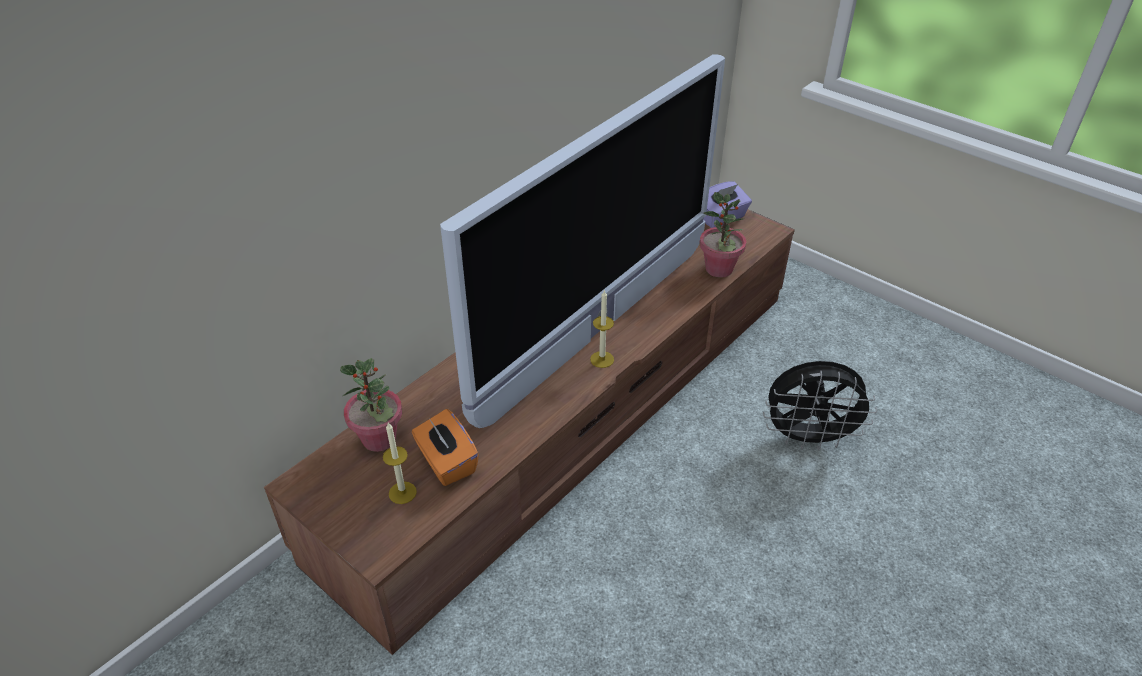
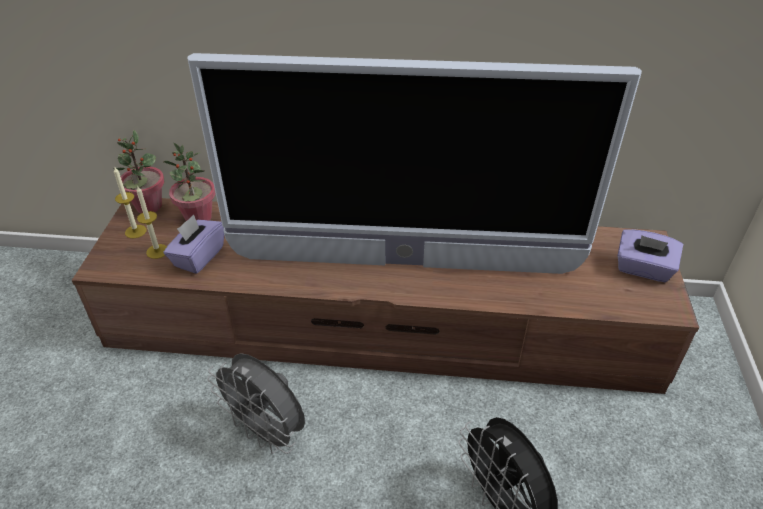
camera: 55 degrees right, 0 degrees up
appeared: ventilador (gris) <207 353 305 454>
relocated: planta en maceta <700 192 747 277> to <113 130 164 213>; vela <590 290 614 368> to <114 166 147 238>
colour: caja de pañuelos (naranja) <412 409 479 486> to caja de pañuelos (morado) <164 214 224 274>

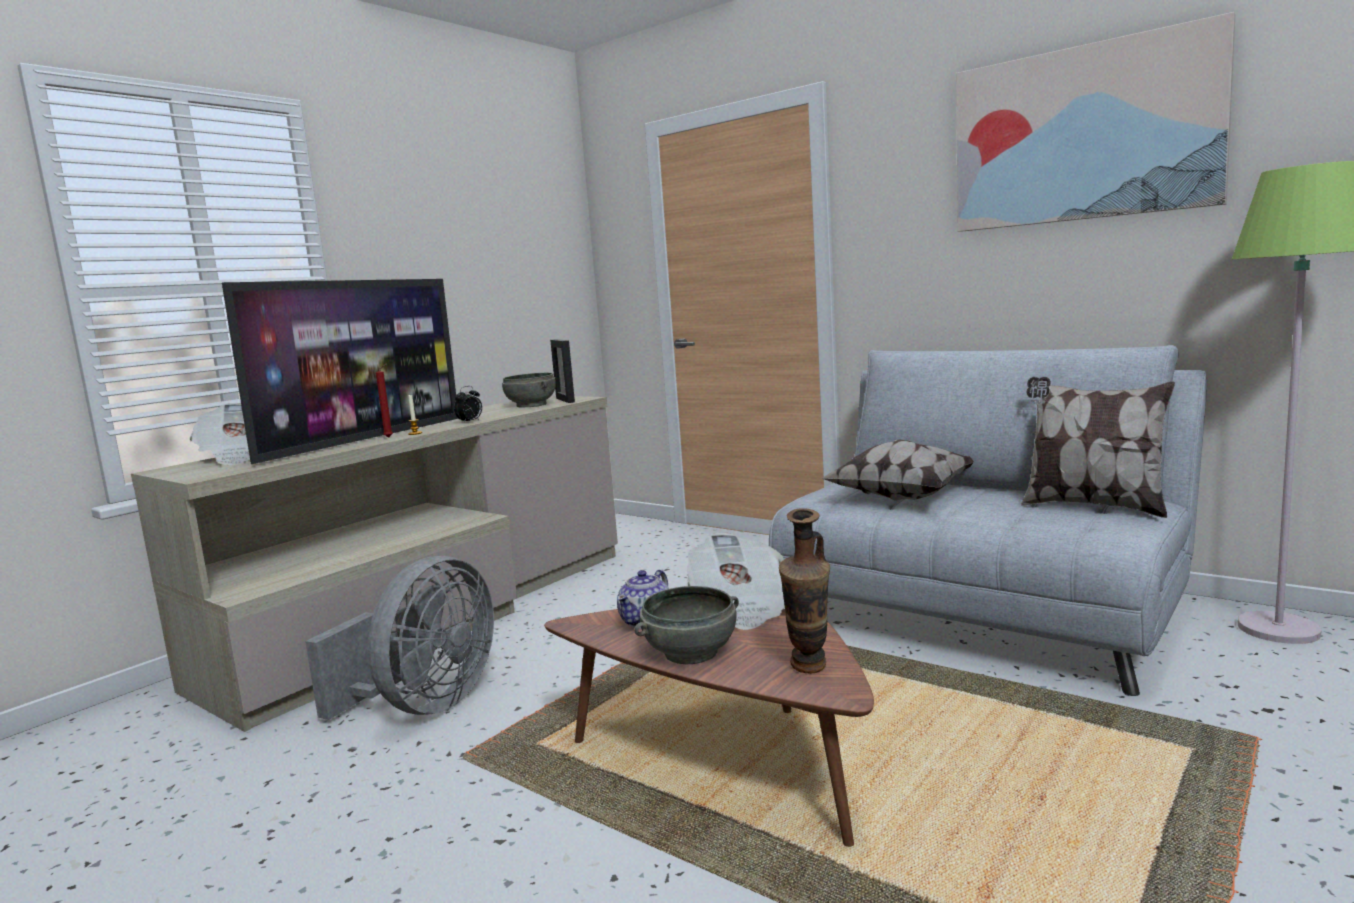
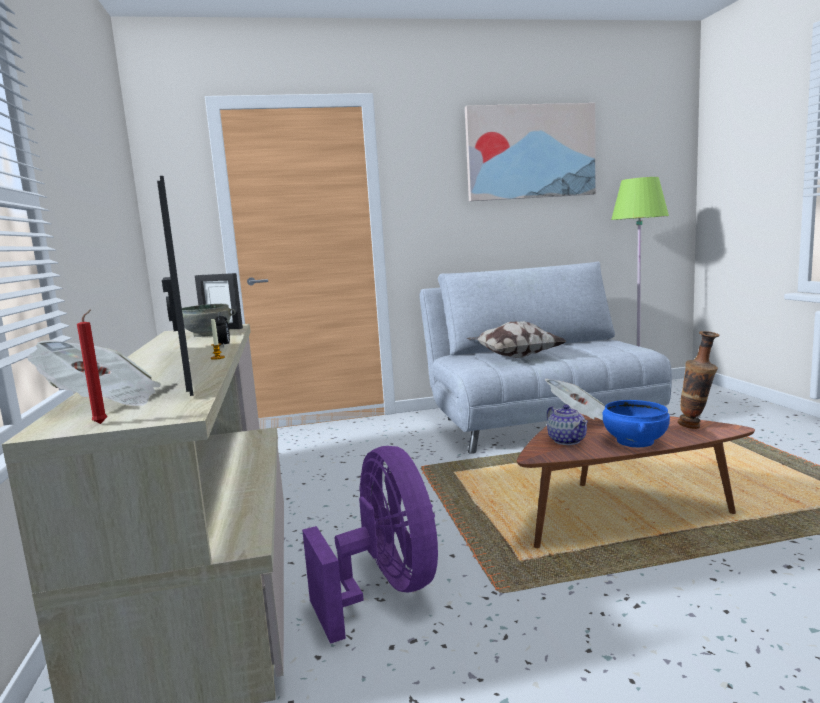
camera: 50 degrees left, 0 degrees up
missing: cojín <1021 377 1175 518>
relocated: vela (rojo) <376 364 393 438> to <77 310 107 424>
colour: ventilador (gris) <305 556 494 720> to ventilador (morado) <302 446 438 644>; cuenco (gris) <634 586 739 664> to cuenco (azul) <603 400 670 447>

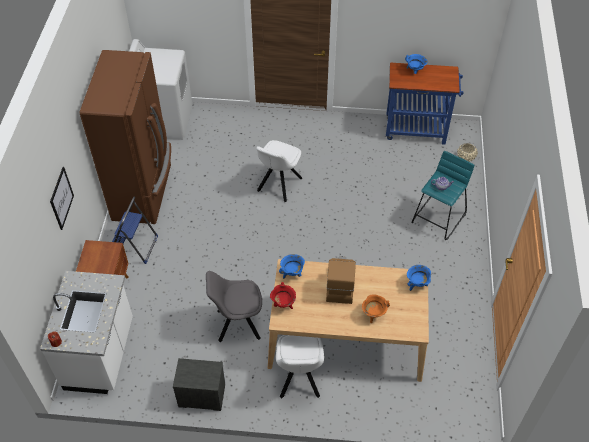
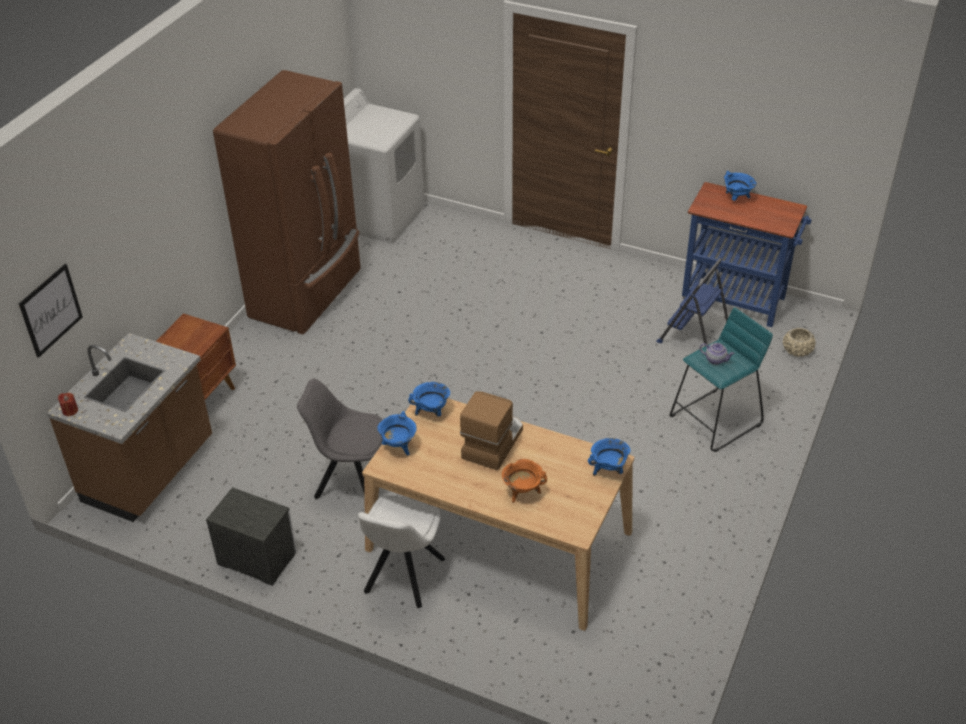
camera: 20 degrees right, 10 degrees down
missing: silla (blanco) <256 140 302 202>
relocated: cuadro <50 167 74 230> to <19 264 83 358>; escalera de tijera (azul) <112 197 158 264> to <656 258 728 344>
colour: mueble bajo de cocina (blanco) <40 271 133 394> to mueble bajo de cocina (marrón) <47 333 212 522>; olla (rojo) <270 282 296 309> to olla (azul) <377 411 416 455>

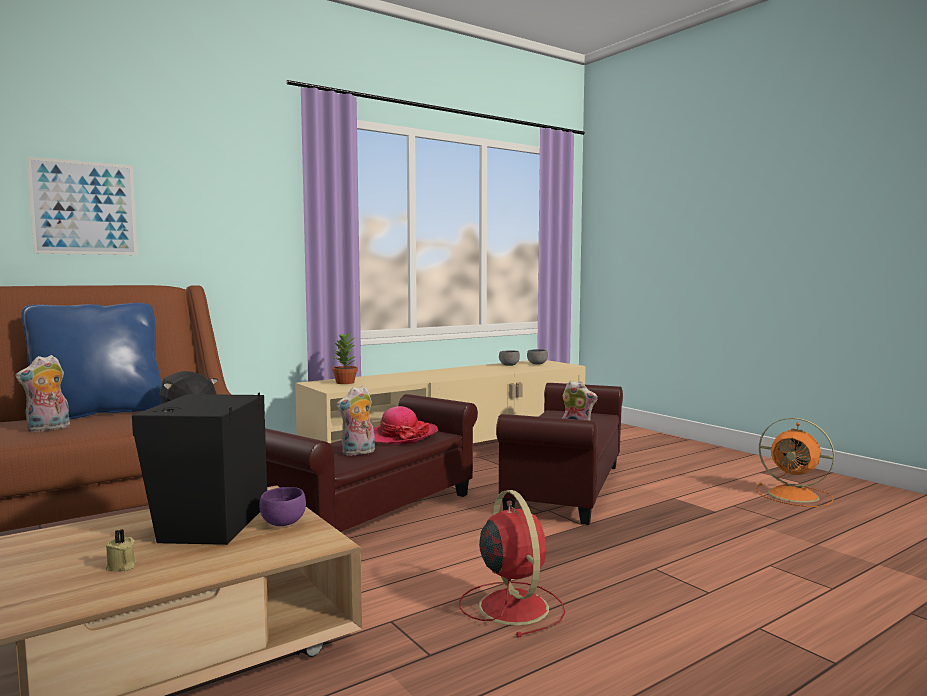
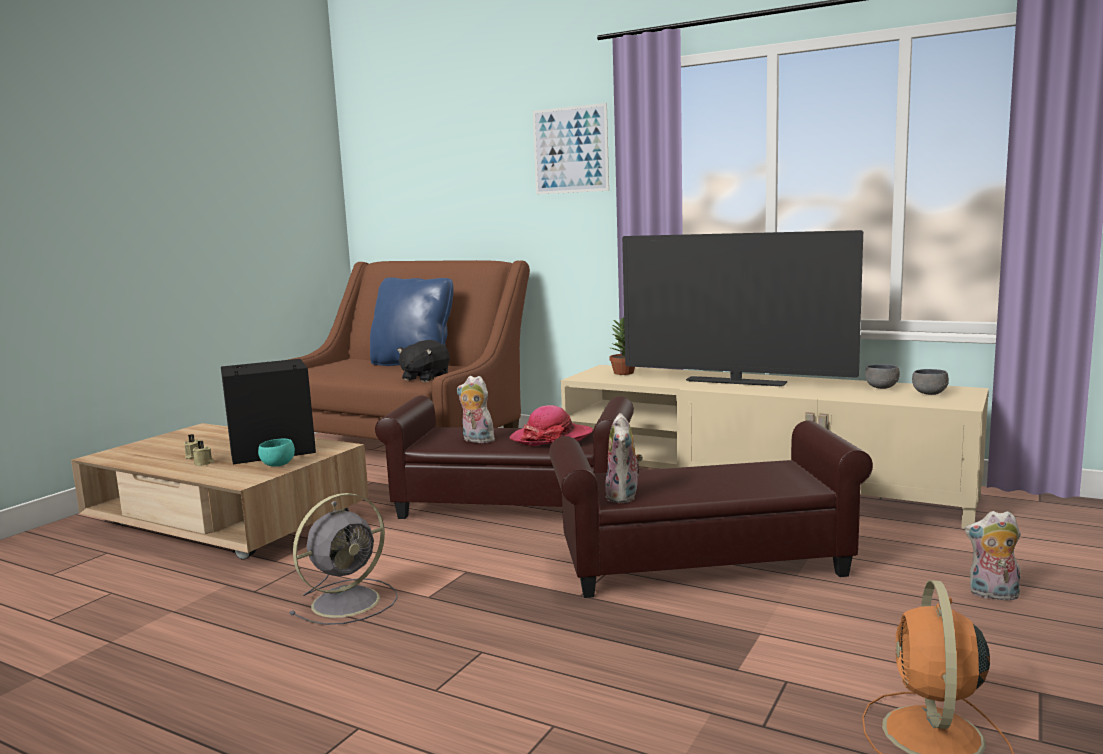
camera: 65 degrees right, 5 degrees up
appeared: vela (beis) <193 441 214 466>; televisor <622 230 863 386>
relocated: cuadro <27 156 137 255> to <533 103 609 195>; peluche <15 355 70 432> to <965 511 1021 600>
colour: cuenco (morado) <259 487 306 526> to cuenco (turquesa) <258 439 295 467>; ventilador (rojo) <459 490 565 638> to ventilador (gris) <289 493 398 625>

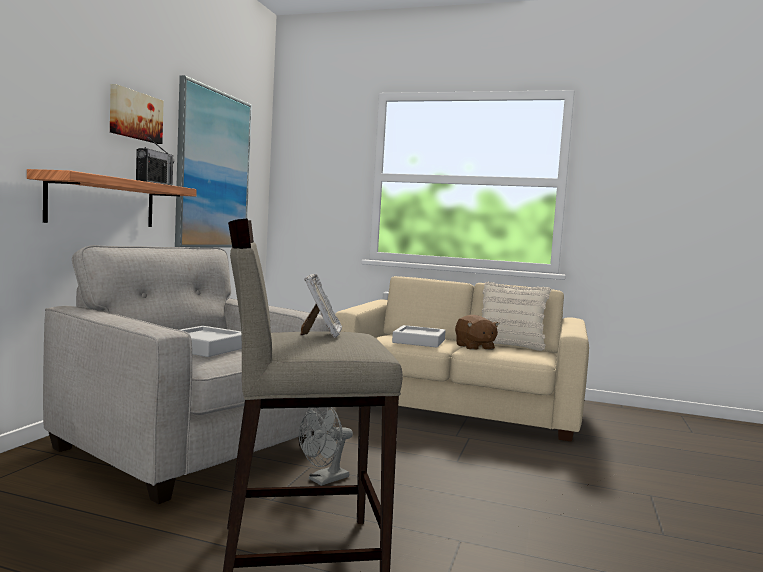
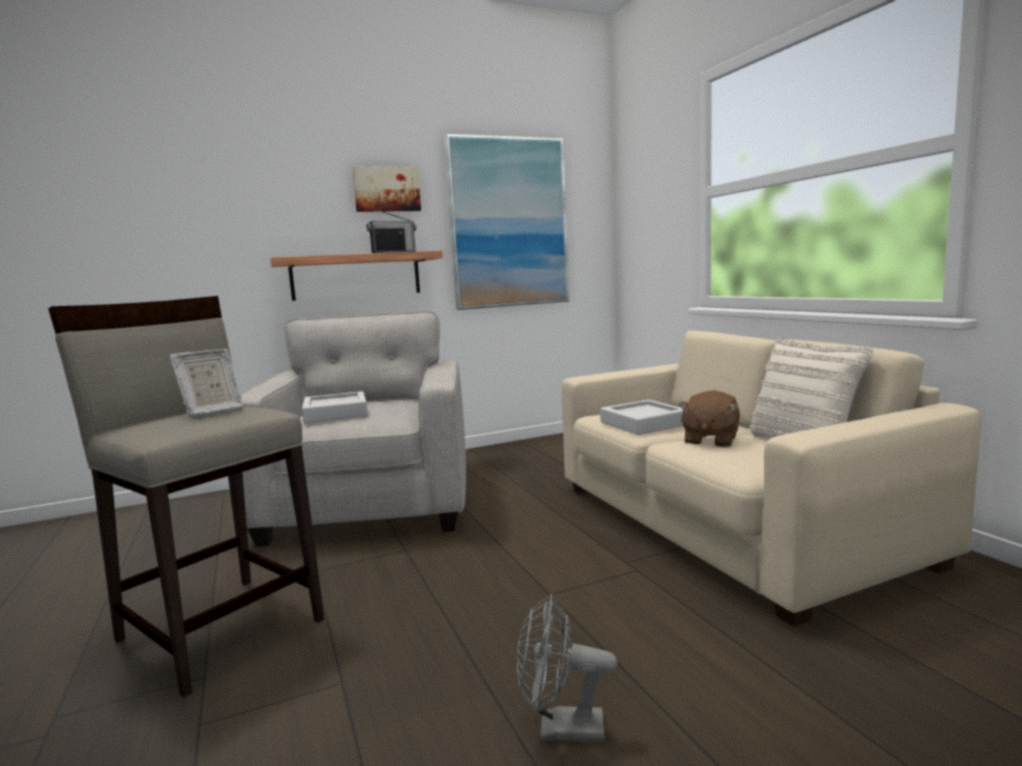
camera: 50 degrees right, 5 degrees up
relocated: ventilador (gris) <299 407 353 486> to <516 594 617 742>

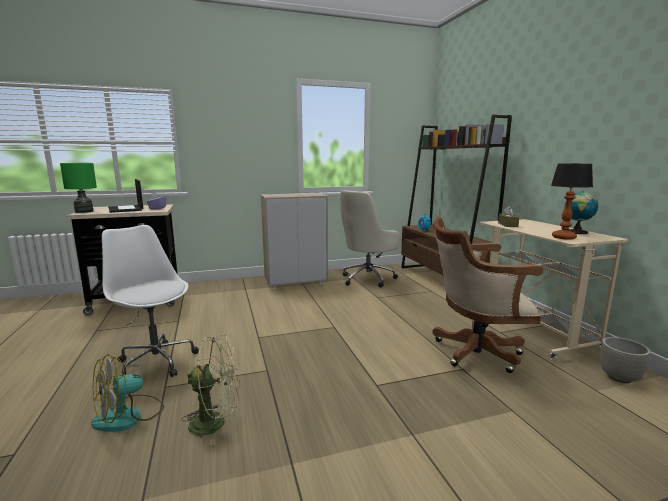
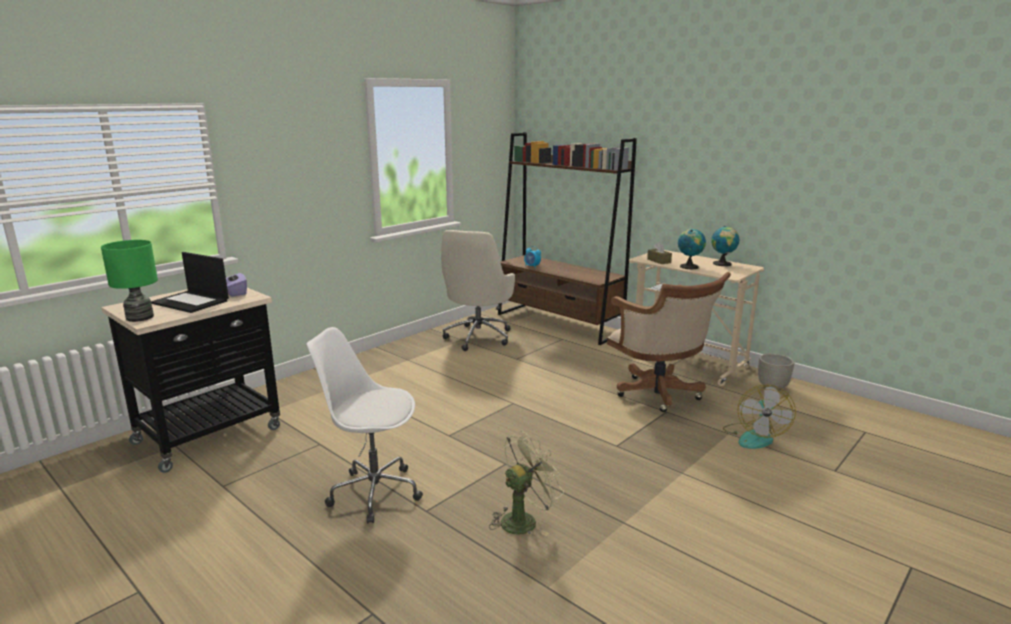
camera: 30 degrees left, 5 degrees up
missing: armario (beis) <261 193 328 289>; lámpara de mesa <551 164 593 240>
appeared: globo terráqueo <678 229 706 269>
relocated: ventilador <91 354 164 432> to <723 385 796 449>
spun: silla de oficina <432 216 543 373> = <607 272 731 412> 90 degrees counterclockwise

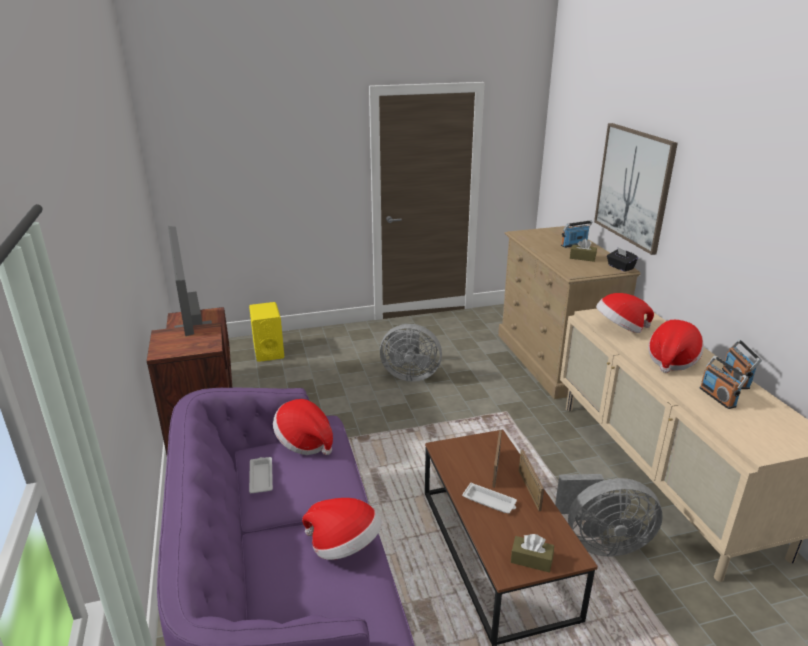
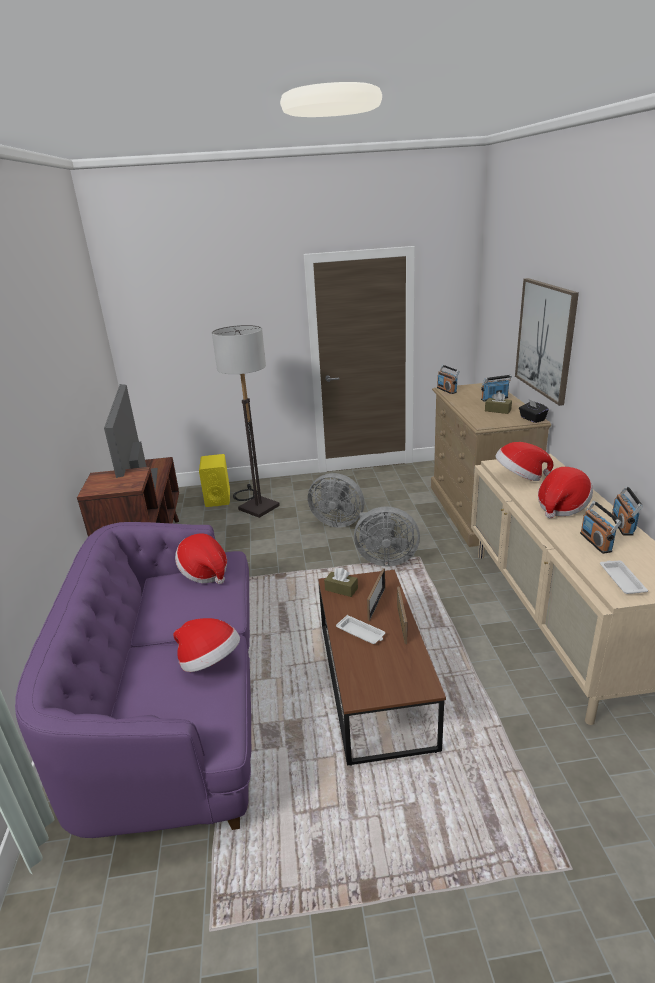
camera: 10 degrees right, 0 degrees up
appeared: lámpara de pie <212 325 280 518>; radio <437 365 460 394>
relocated: caja de pañuelos (marrón) <511 534 554 573> to <324 568 358 597>; ventilador (gris) <555 474 663 557> to <354 506 420 567>; bandeja (blanco) <249 457 273 493> to <600 560 648 594>

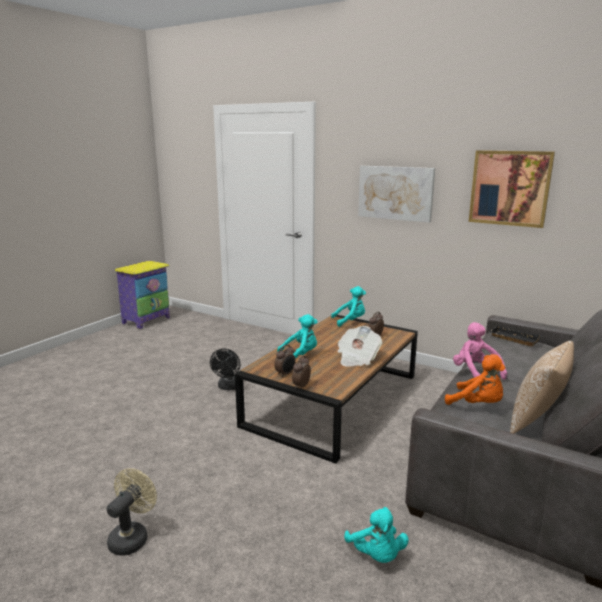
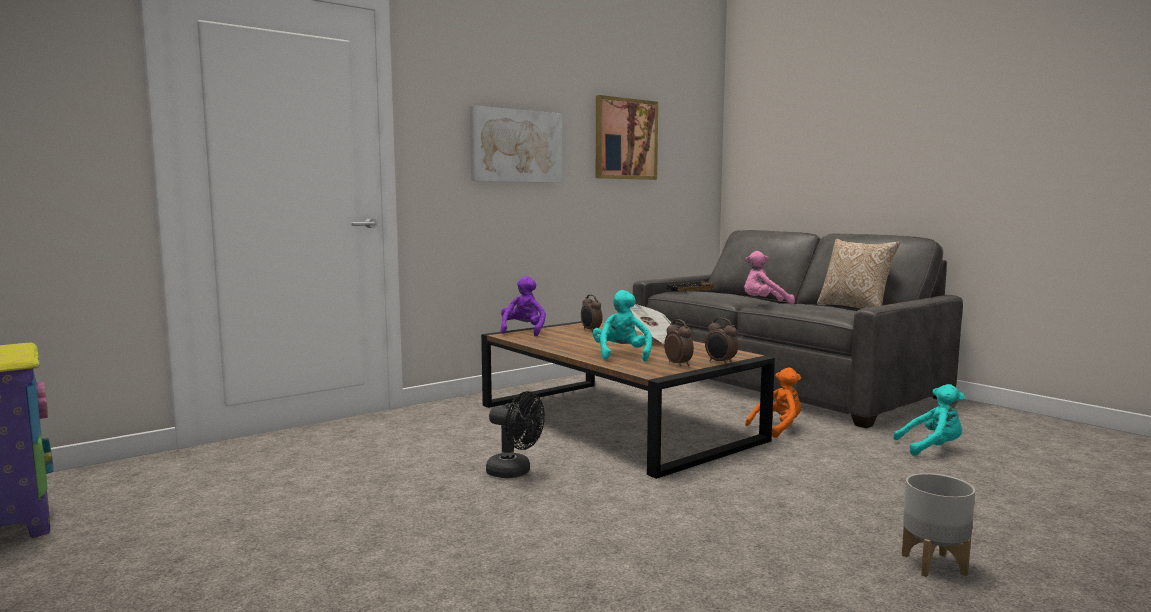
camera: 70 degrees left, 10 degrees down
relocated: peluche (naranja) <445 354 505 405> to <745 368 801 438>
exchanged: ventilador (beis) <107 468 157 555> to maceta (gris) <902 473 975 577>
colour: peluche (turquesa) <331 286 366 327> to peluche (morado) <501 276 546 336>

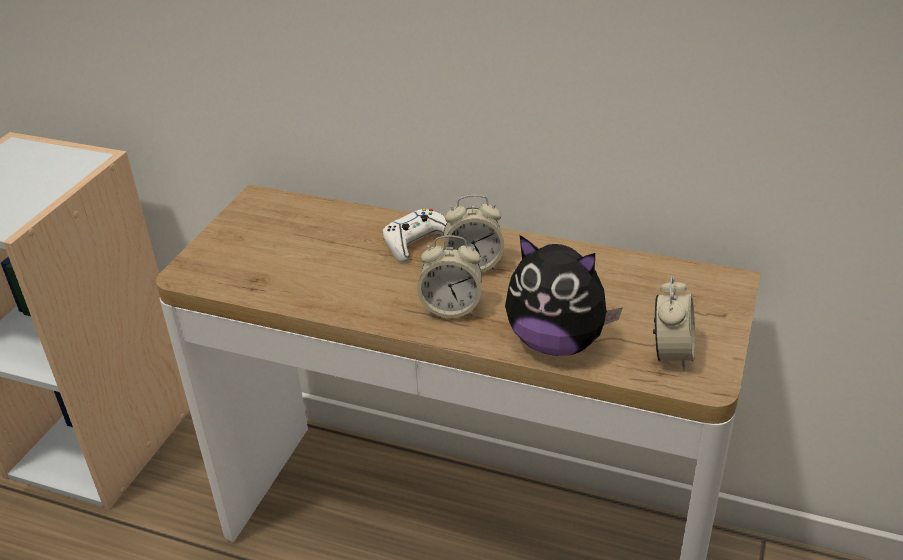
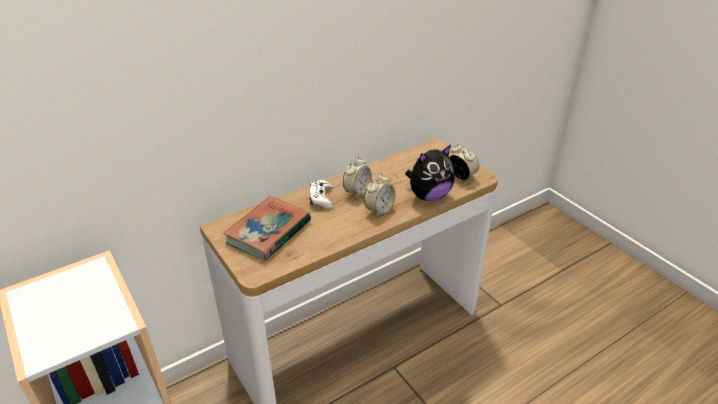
camera: 55 degrees left, 0 degrees up
appeared: libro <223 196 311 261>

